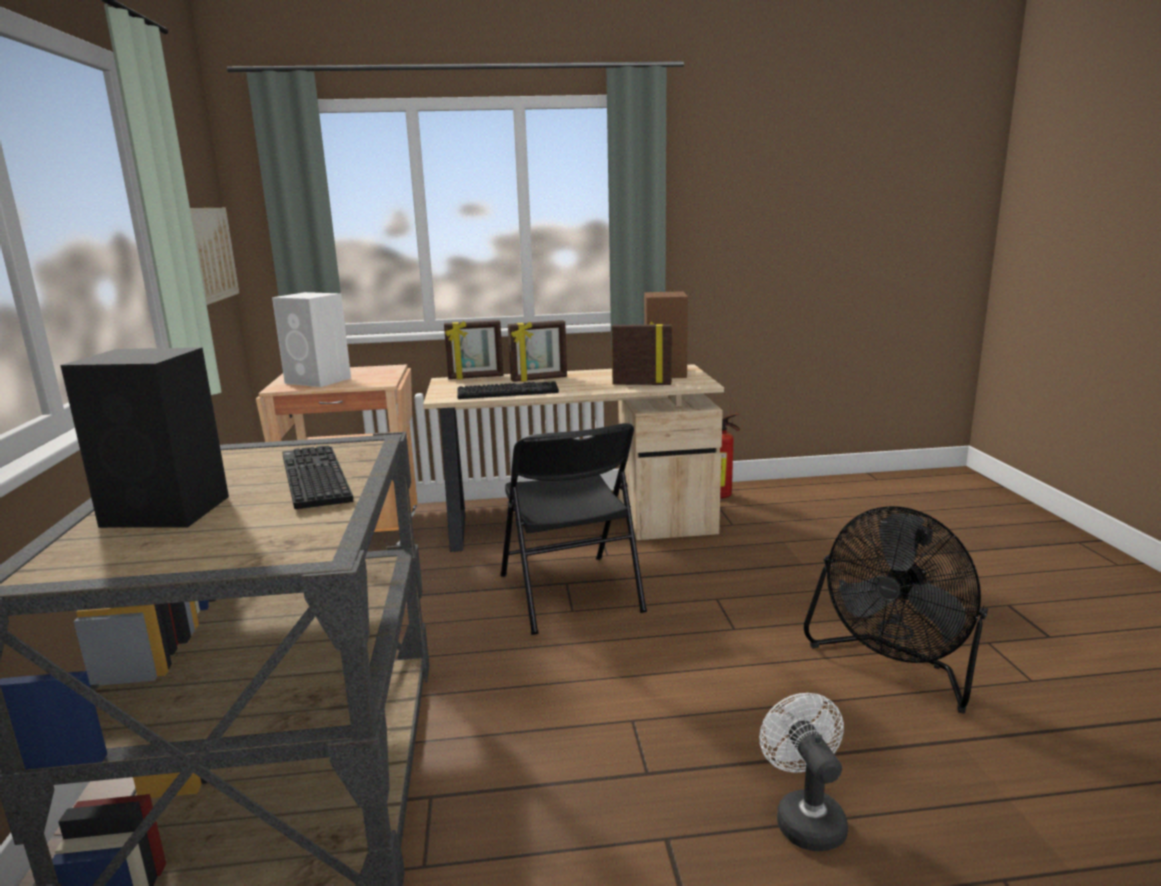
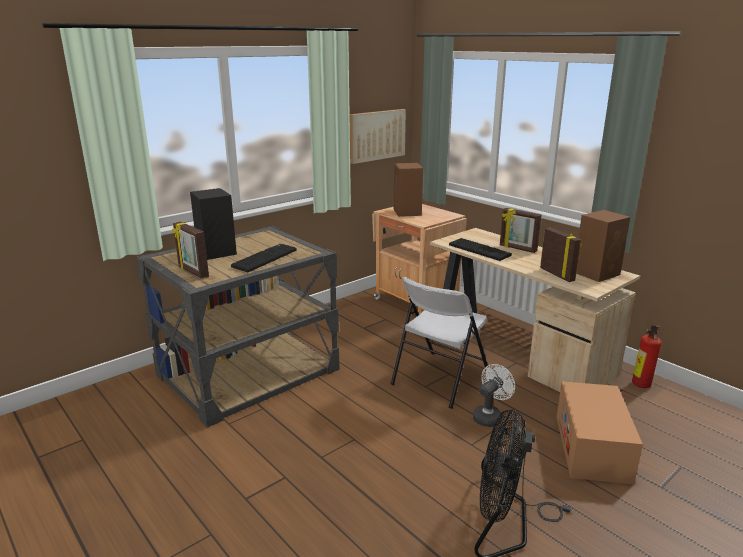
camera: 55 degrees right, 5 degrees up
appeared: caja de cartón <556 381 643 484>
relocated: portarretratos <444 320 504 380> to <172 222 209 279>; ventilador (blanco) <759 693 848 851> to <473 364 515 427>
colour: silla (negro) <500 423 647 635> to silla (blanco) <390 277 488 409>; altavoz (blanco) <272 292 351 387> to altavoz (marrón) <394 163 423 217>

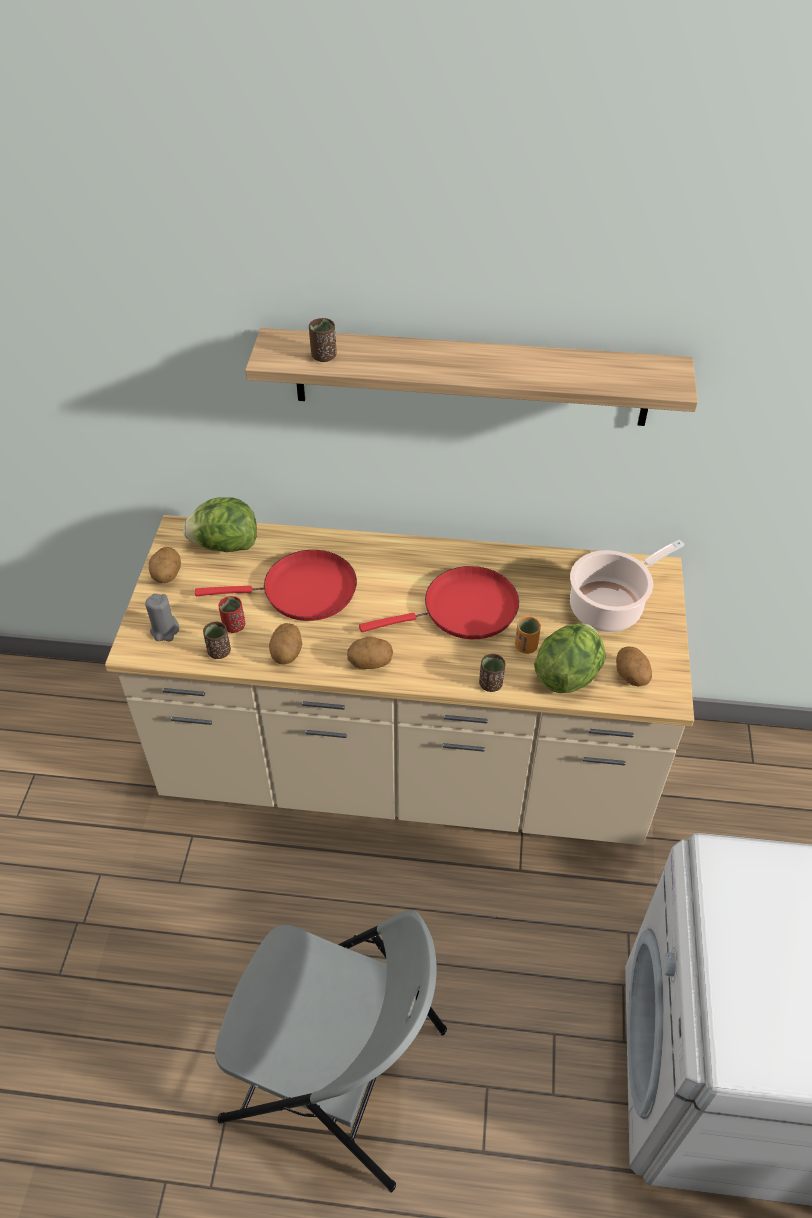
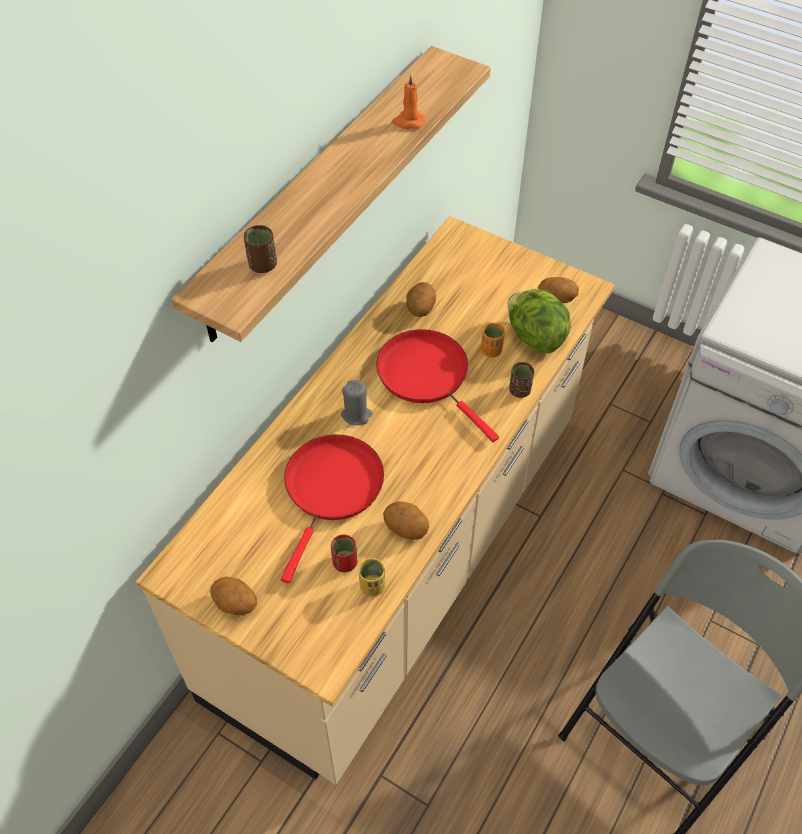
camera: 65 degrees left, 5 degrees up
missing: lechuga <183 497 257 552>; olla <570 539 684 632>
appeared: vela (naranja) <392 74 426 129>
relocated: vela (gris) <145 594 179 642> to <341 380 373 426>; patata <347 637 393 669> to <407 282 436 317>
colour: taza (marrón) <203 622 231 659> to taza (amarillo) <359 558 385 597>
spun: sartén (rojo) <359 566 519 639> = <376 329 499 442> 45 degrees counterclockwise

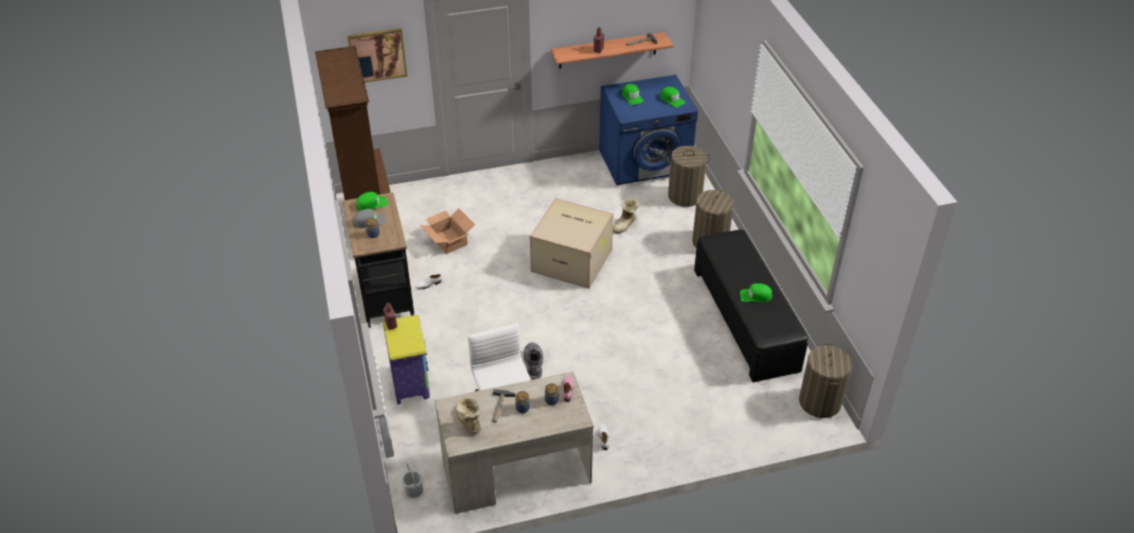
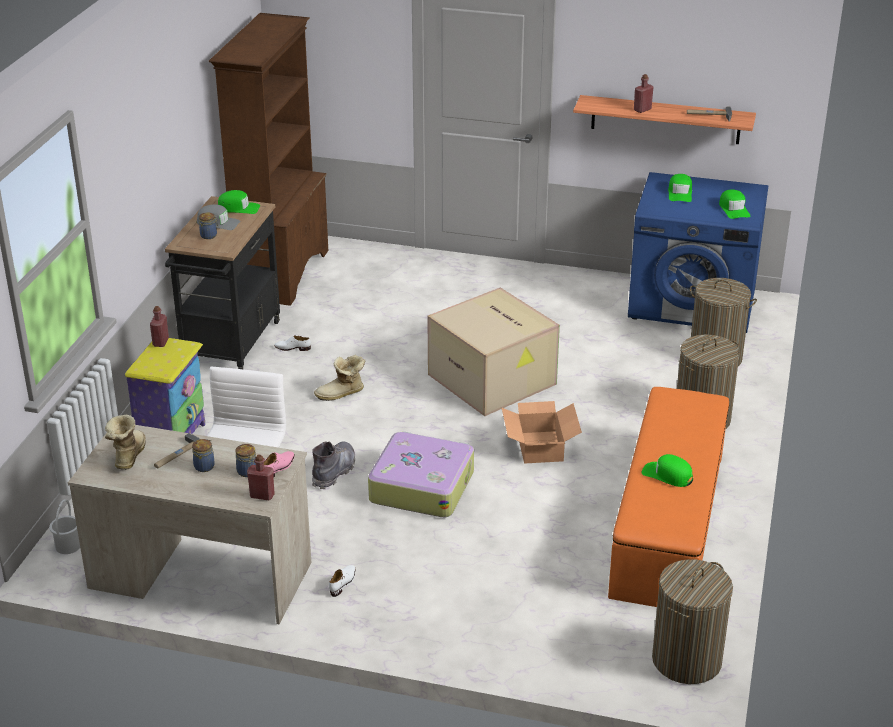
camera: 30 degrees right, 10 degrees down
missing: cuadro <347 28 407 83>
appeared: botella (rojo) <247 454 275 500>; maleta <368 431 474 517>
relocated: bota <613 199 639 233> to <314 355 365 401>; caja de cartón <420 208 475 254> to <502 401 582 464>
colour: banco (negro) <694 230 808 382> to banco (naranja) <608 387 729 607>

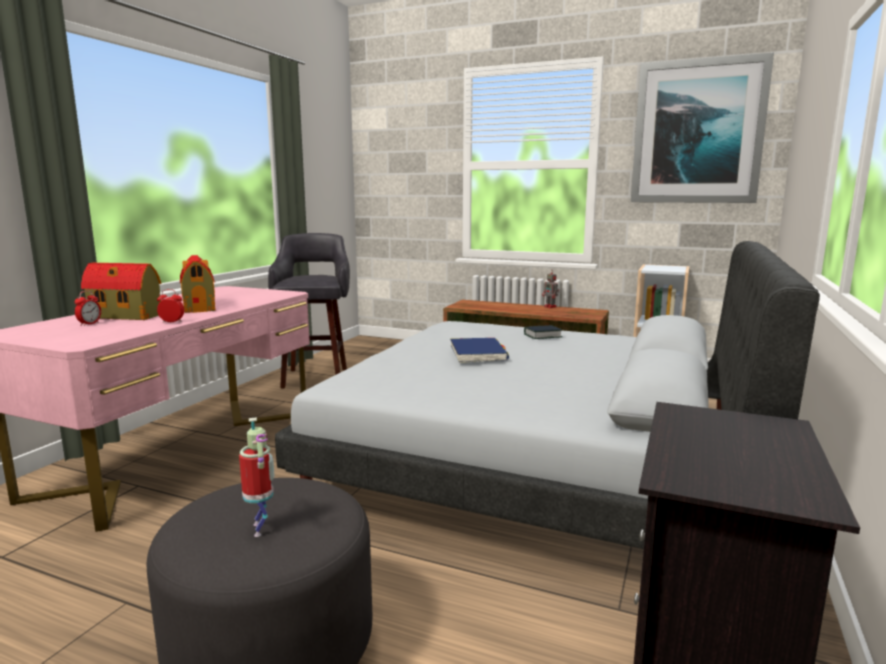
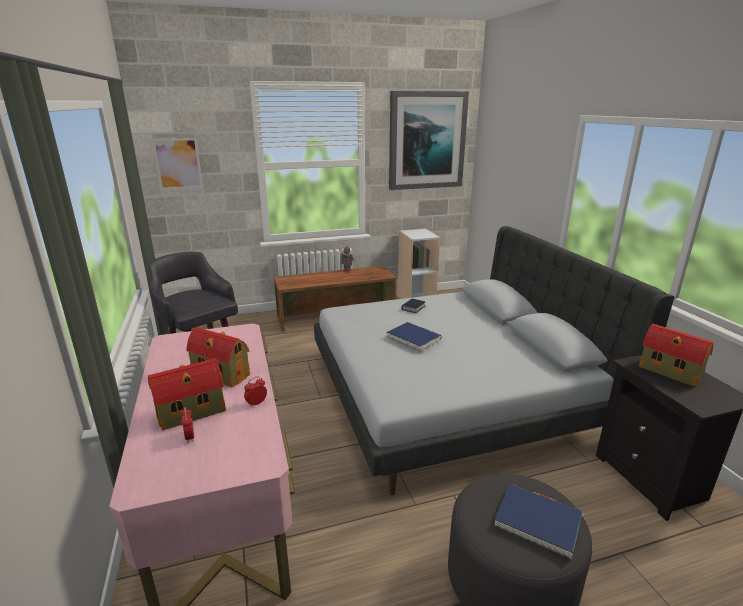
camera: 40 degrees left, 10 degrees up
appeared: cuadro <152 138 203 190>; casita <639 324 714 387>
exchanged: robot de juguete <239 417 275 537> to libro (azul) <494 484 582 559>

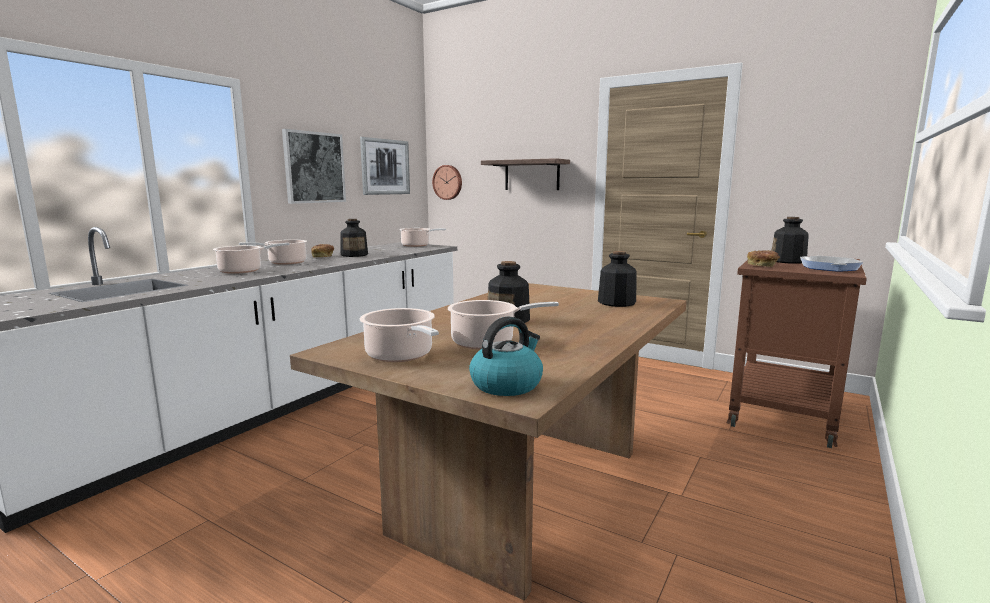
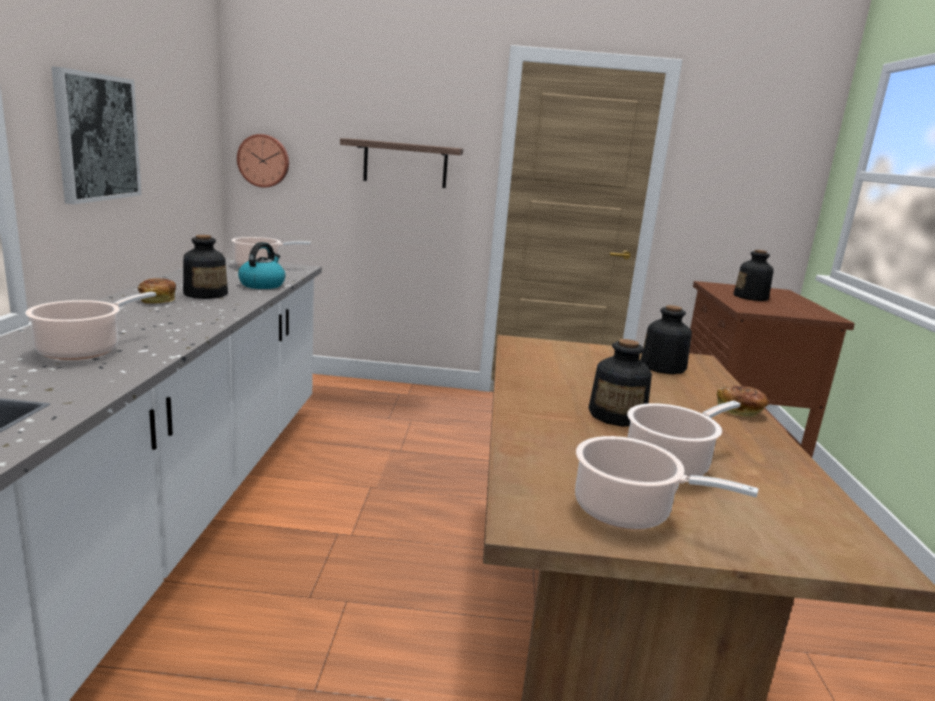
camera: 30 degrees left, 5 degrees up
missing: olla <239 240 307 265>; cuadro <360 137 410 195>; sartén <800 256 863 272>
relocated: hervidor <469 316 543 396> to <238 242 286 289>; pan <747 250 780 267> to <717 386 769 417>

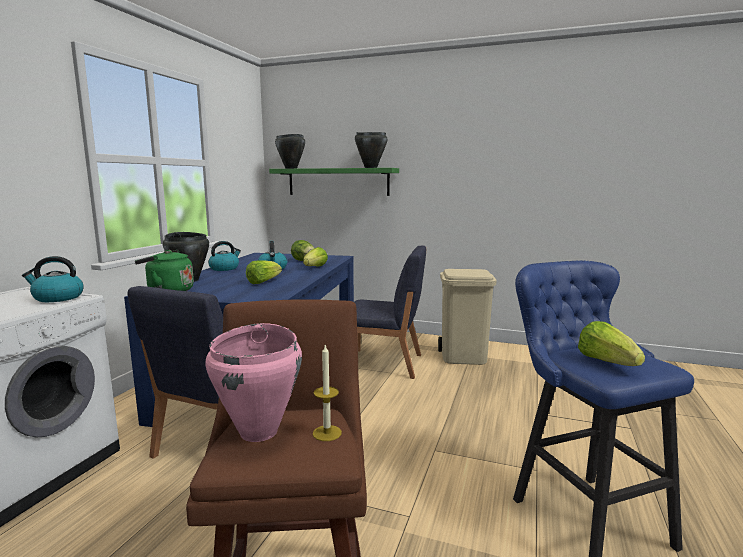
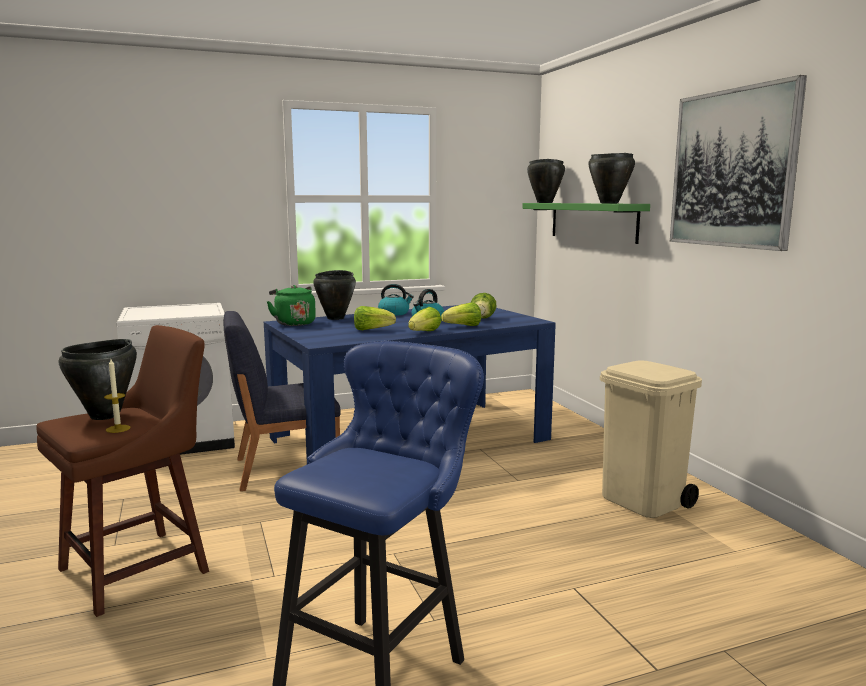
camera: 50 degrees right, 0 degrees up
missing: hervidor <22 256 84 302>; silla (azul) <354 246 426 379>
appeared: cuadro <670 75 807 251>
relocated: lechuga <578 321 645 366> to <408 307 441 331>
colour: olla (rosa) <205 323 302 442> to olla (negro) <59 339 137 420>

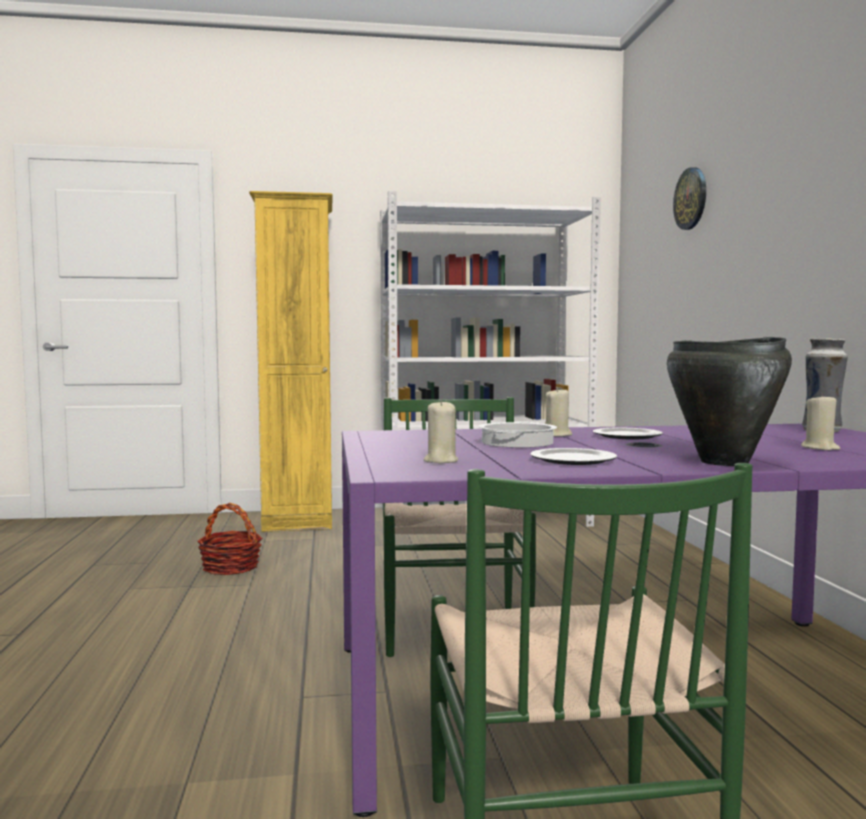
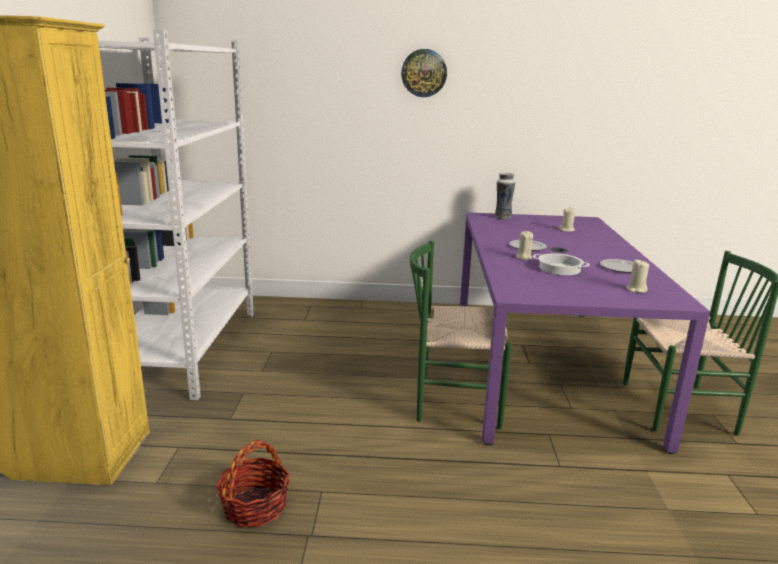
camera: 80 degrees left, 15 degrees up
missing: olla (negro) <667 337 792 466>
relocated: reloj de pared <673 167 706 230> to <401 49 447 97>

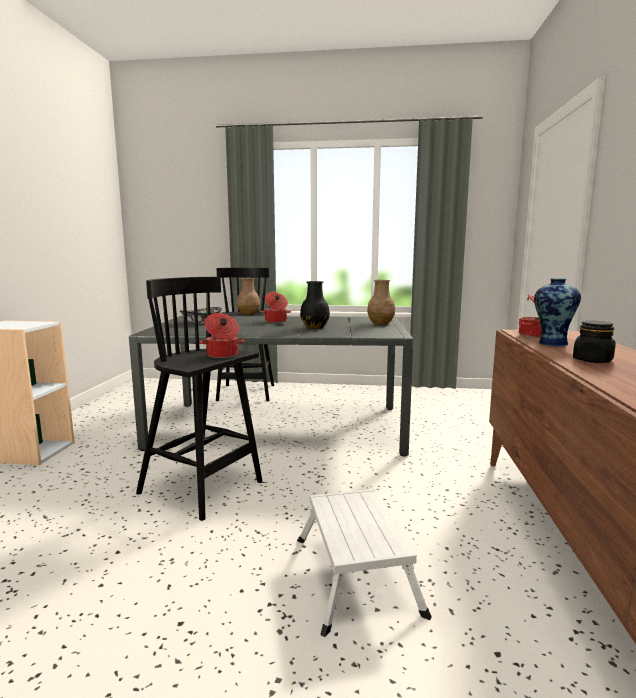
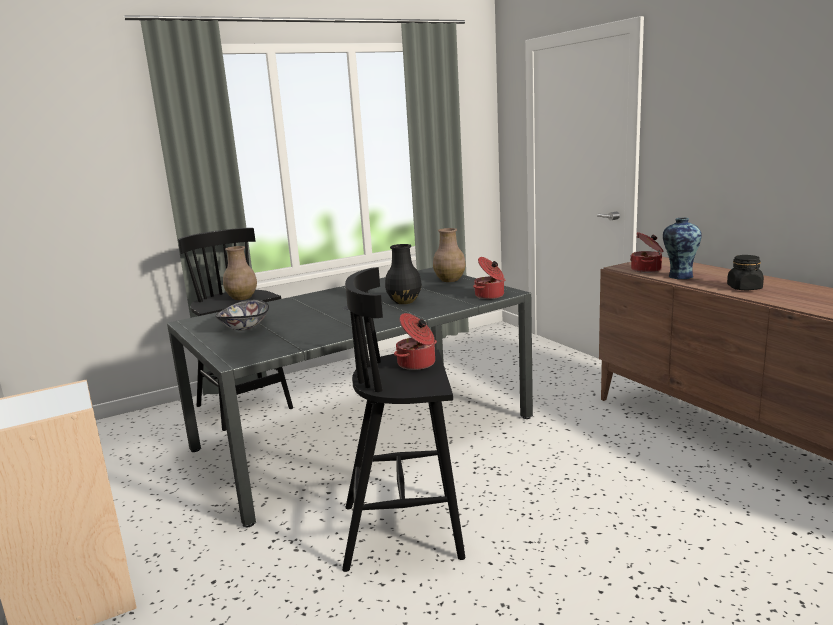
camera: 35 degrees left, 5 degrees up
missing: escalera de tijera (blanco) <297 489 432 637>
relocated: olla <261 292 291 323> to <473 257 505 299>

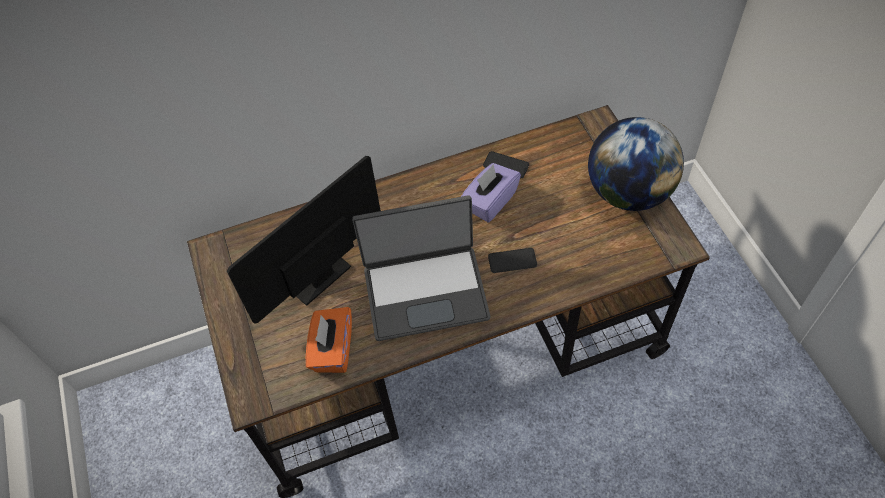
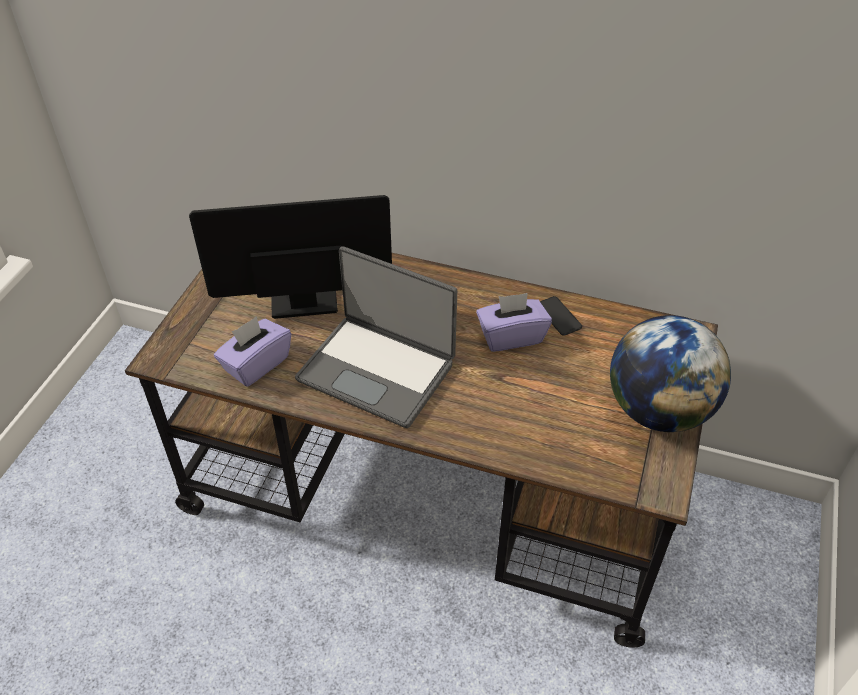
camera: 35 degrees right, 10 degrees down
missing: móvil <488 248 537 273>
colour: caja de pañuelos (naranja) <306 307 352 373> to caja de pañuelos (morado) <214 316 291 387>

